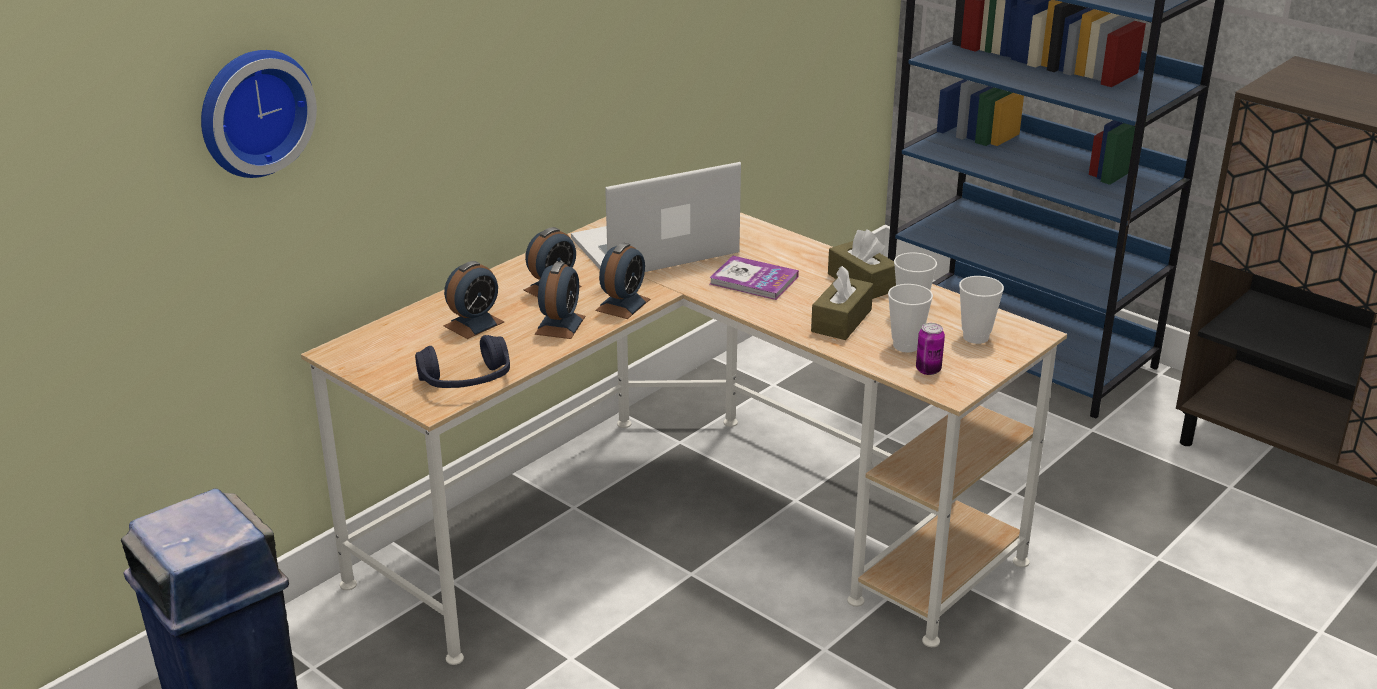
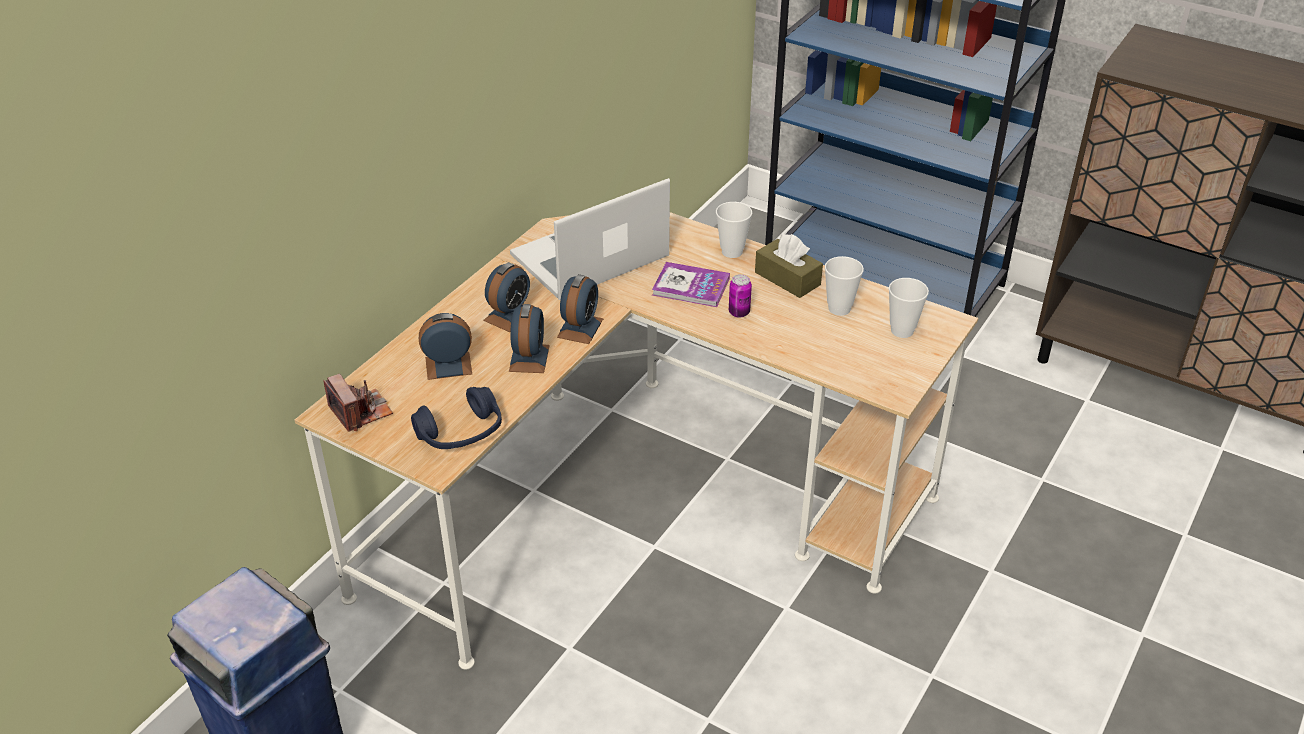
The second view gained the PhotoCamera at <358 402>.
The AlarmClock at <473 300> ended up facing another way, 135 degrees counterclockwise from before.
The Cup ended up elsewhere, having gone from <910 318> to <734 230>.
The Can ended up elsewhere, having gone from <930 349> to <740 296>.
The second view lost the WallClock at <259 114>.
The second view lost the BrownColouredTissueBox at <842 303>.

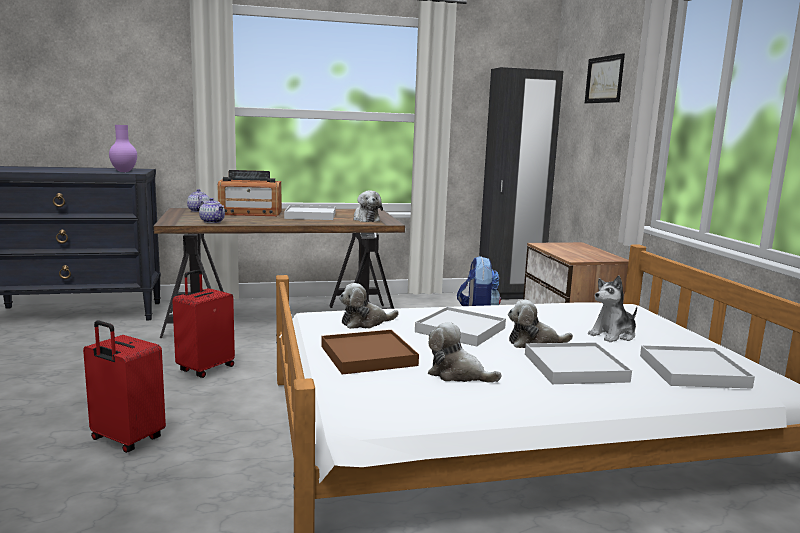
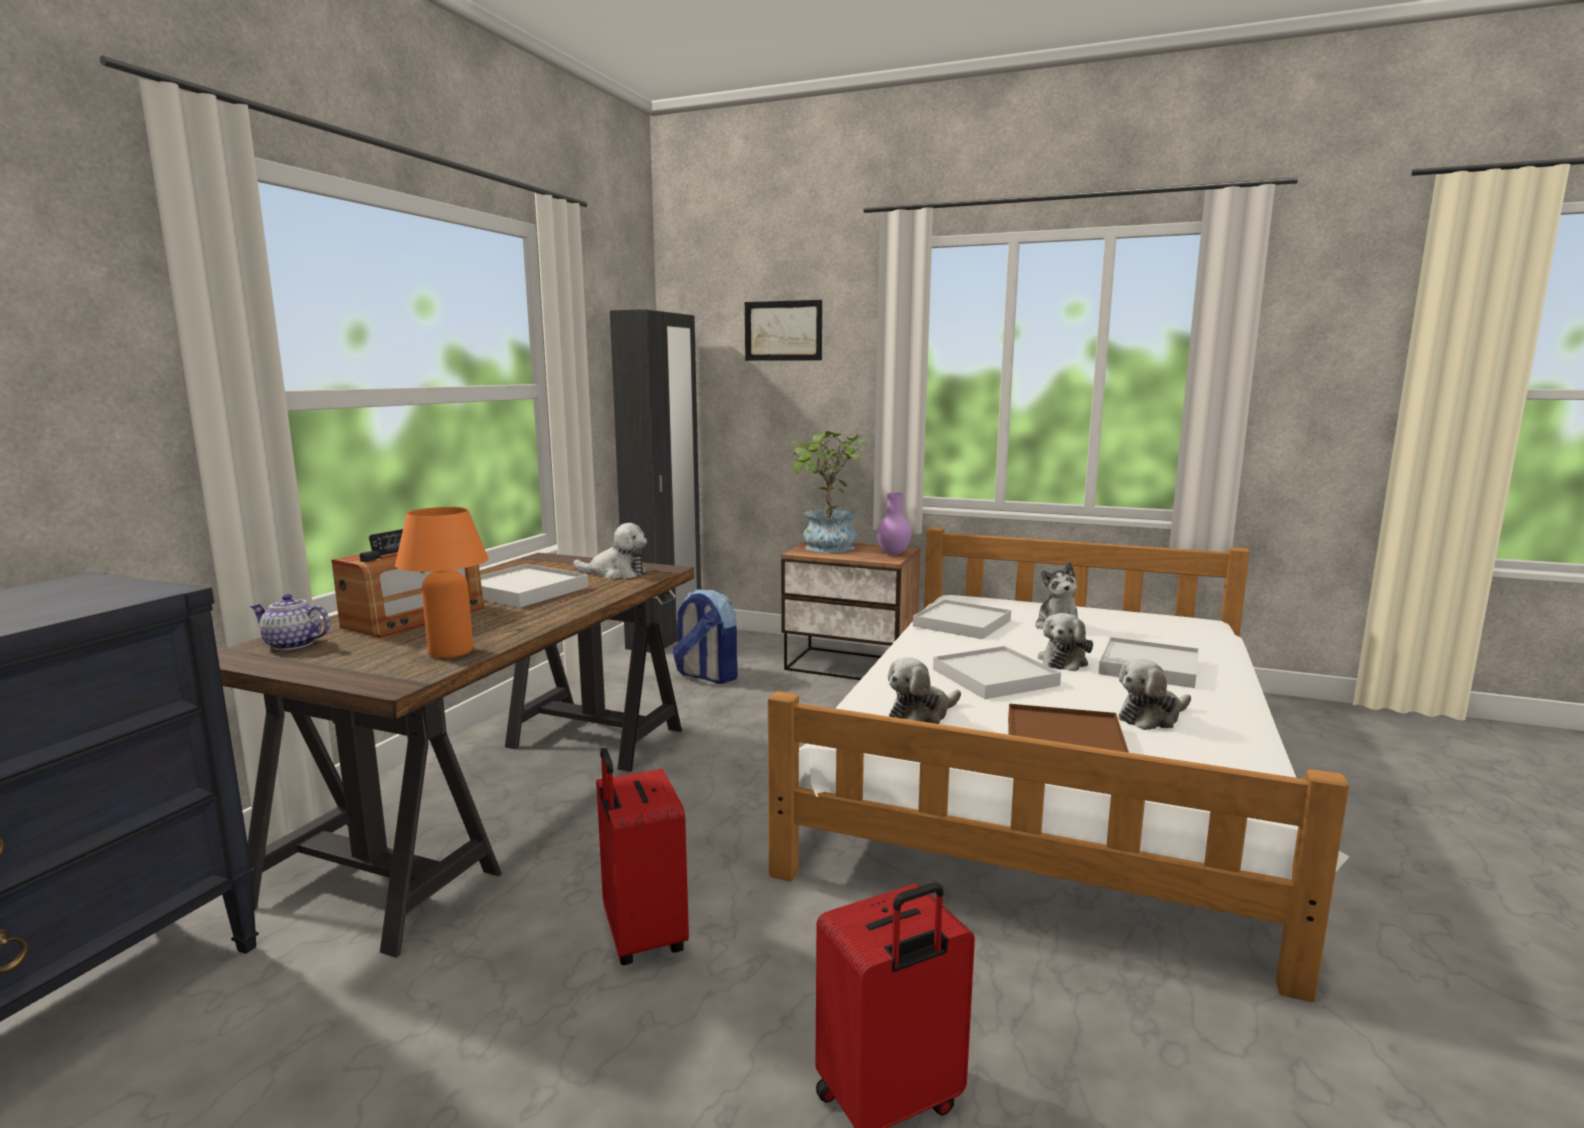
Where the TeaPot stood at <212 210>, the OrangeColouredTabletopLamp came to stand at <441 582>.
The second view gained the Houseplant at <830 491>.
The PurplishDecorativeVase ended up elsewhere, having gone from <123 148> to <894 524>.
The SoftToy at <368 306> ended up facing another way, 45 degrees clockwise from before.
The WhiteTray ended up elsewhere, having gone from <697 367> to <962 619>.

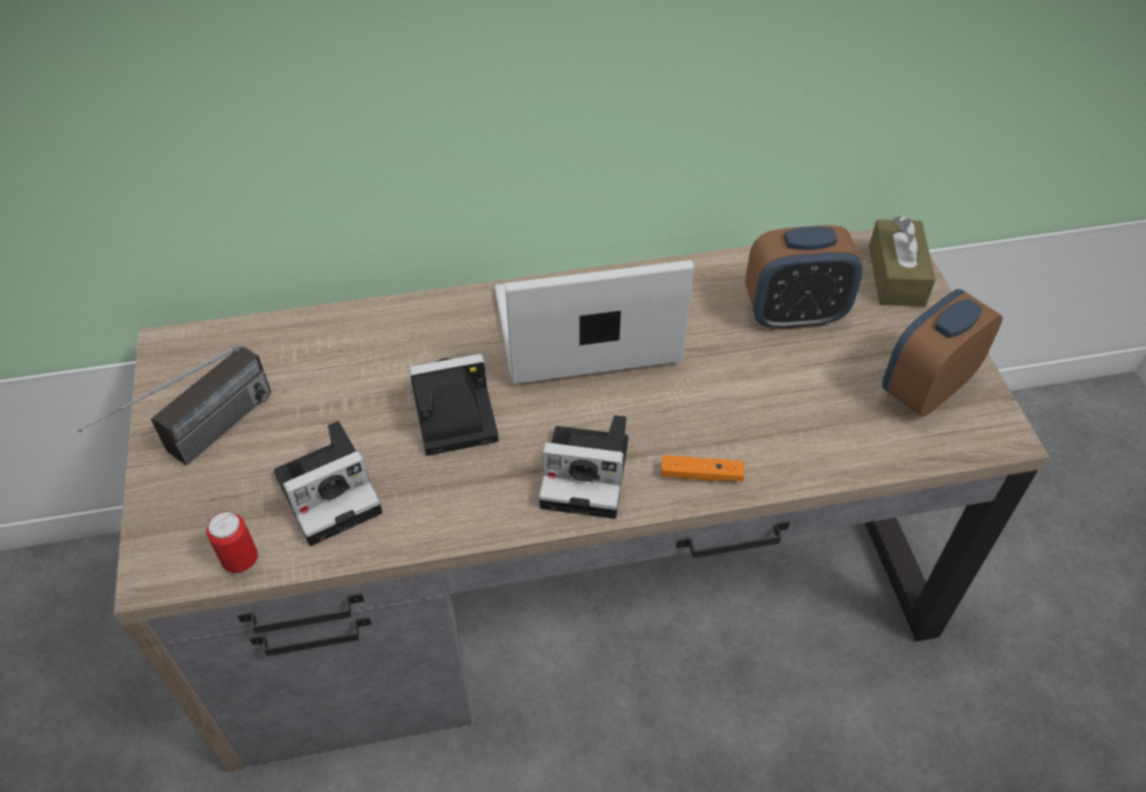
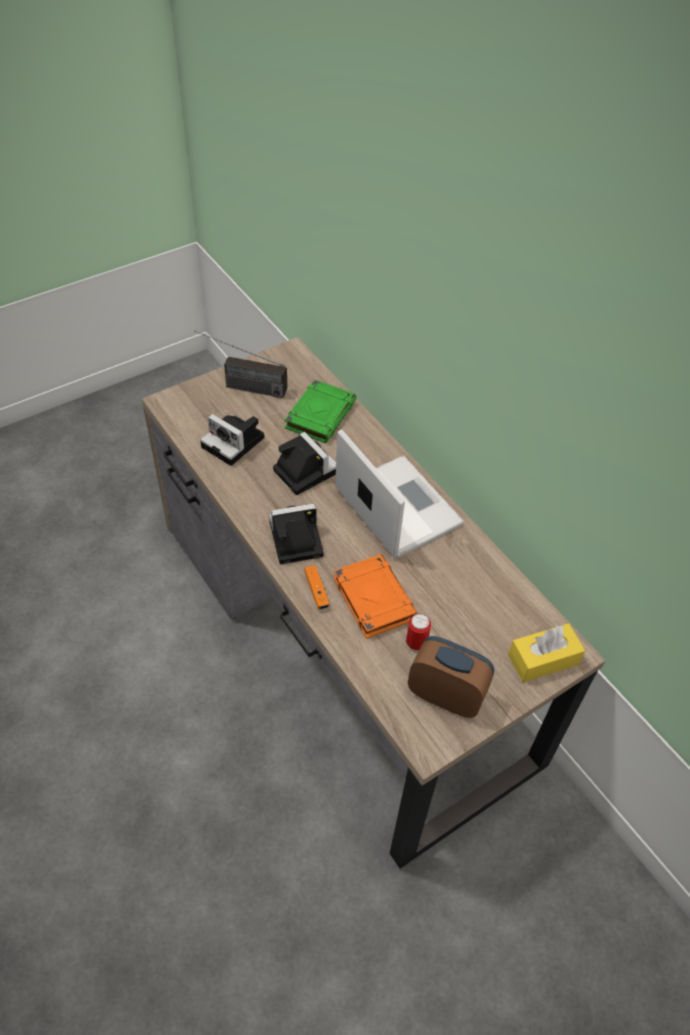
The PhotoCamera at <583 467> ended up facing another way, 90 degrees clockwise from before.
The second view gained the GreenishVolume at <320 411>.
The second view gained the OrangeColouredVolume at <375 596>.
The Can ended up elsewhere, having gone from <232 542> to <418 632>.
What was the BrownColouredTissueBox at <902 261> turned into the YellowColouredTissueBox at <546 652>.
The second view lost the AlarmClock at <804 277>.

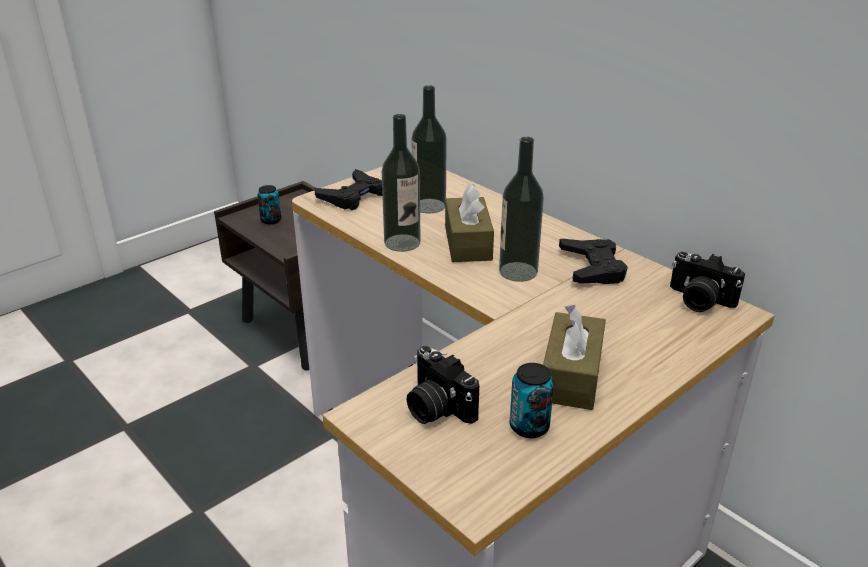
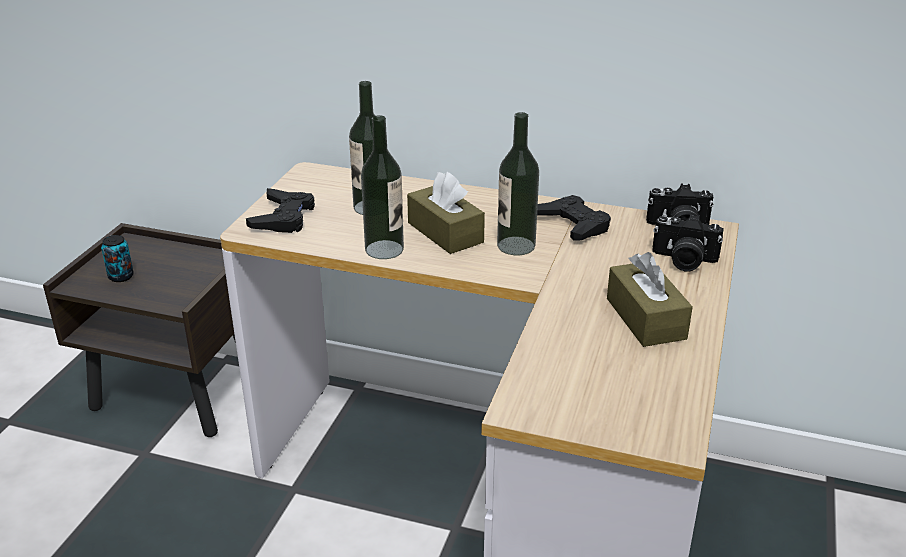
The PhotoCamera ended up elsewhere, having gone from <443 385> to <688 243>.
The second view lost the Can at <532 400>.

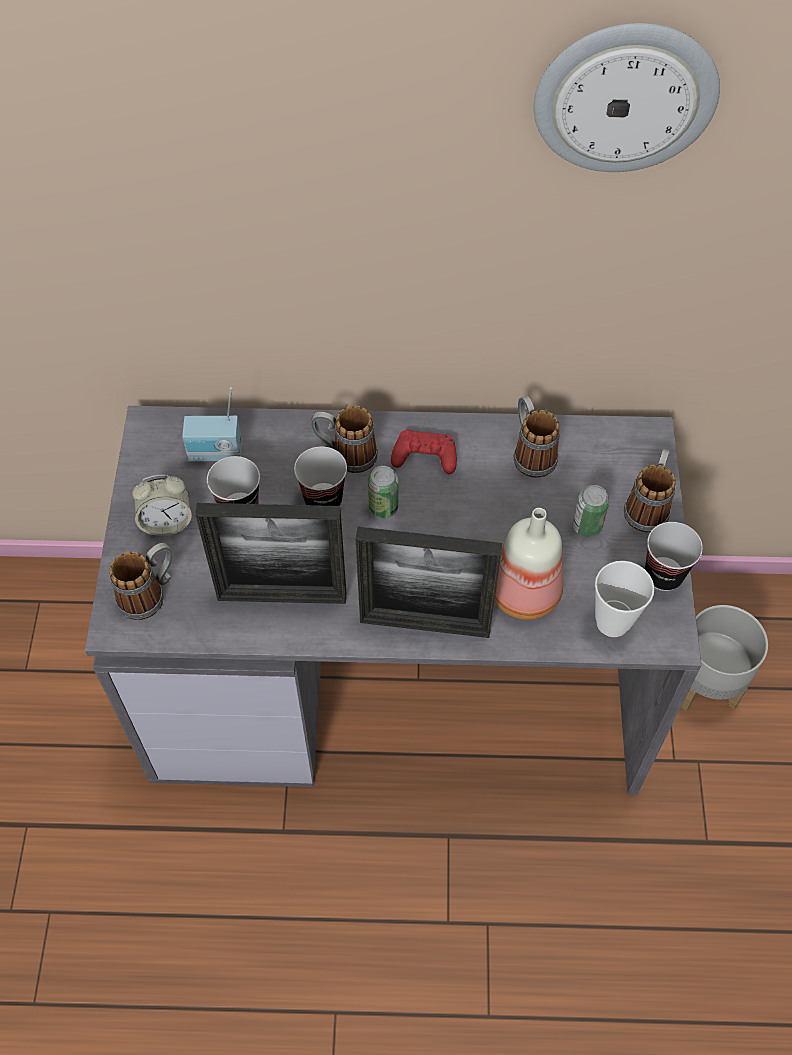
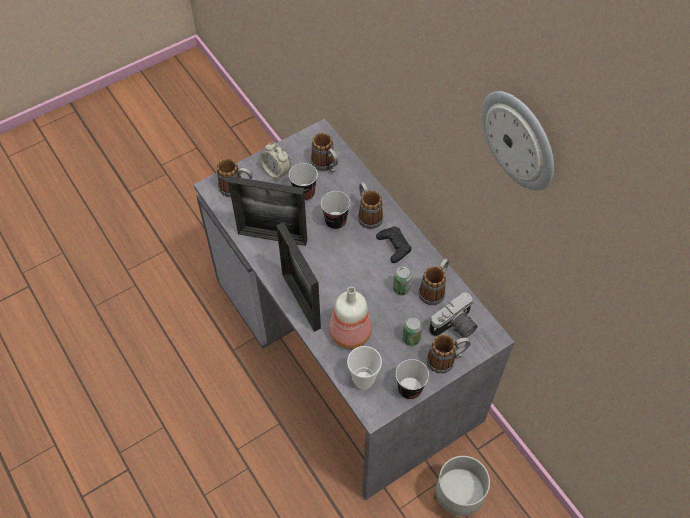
The PhotoFrame at <270 553> ended up facing another way, 45 degrees counterclockwise from before.
Where the Radio stood at <212 424>, the CoffeeMug came to stand at <324 153>.
What was the ReddishJoypad at <424 452> turned into the BlackColouredJoypad at <394 244>.
The Can ended up elsewhere, having gone from <383 492> to <402 281>.
The second view gained the PhotoCamera at <453 315>.

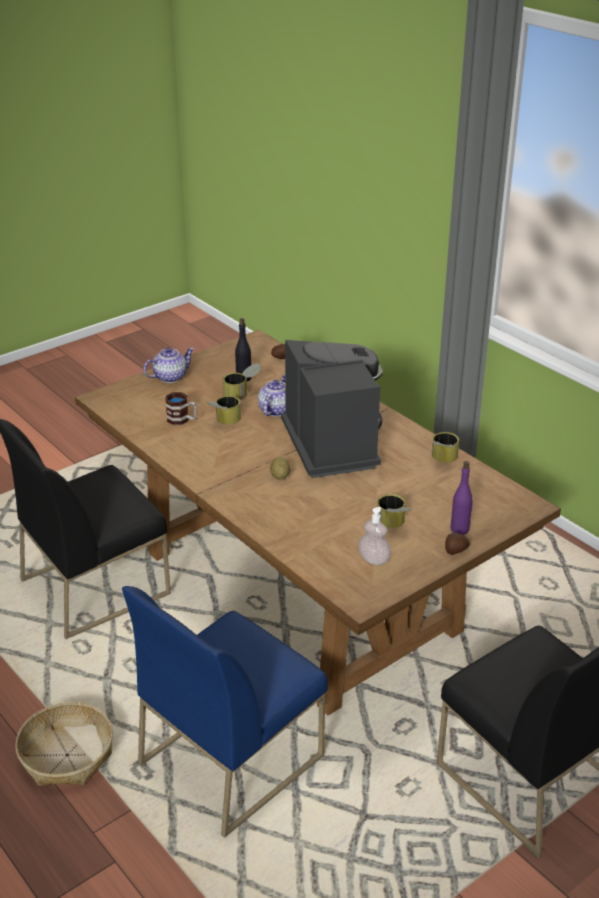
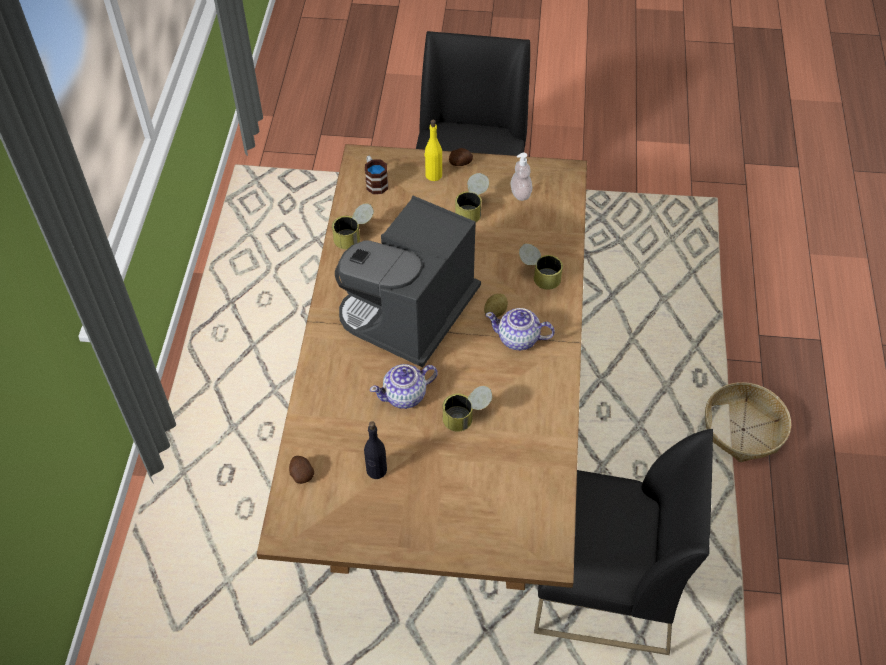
The CoffeeMug ended up elsewhere, having gone from <181 408> to <376 175>.
What was the PurplishDrinkBottle at <461 498> turned into the YellowColouredDrinkBottle at <433 150>.
The TeaPot ended up elsewhere, having gone from <169 365> to <520 329>.
The Can ended up elsewhere, having gone from <242 382> to <541 267>.
The second view lost the BluishUprightChair at <225 712>.

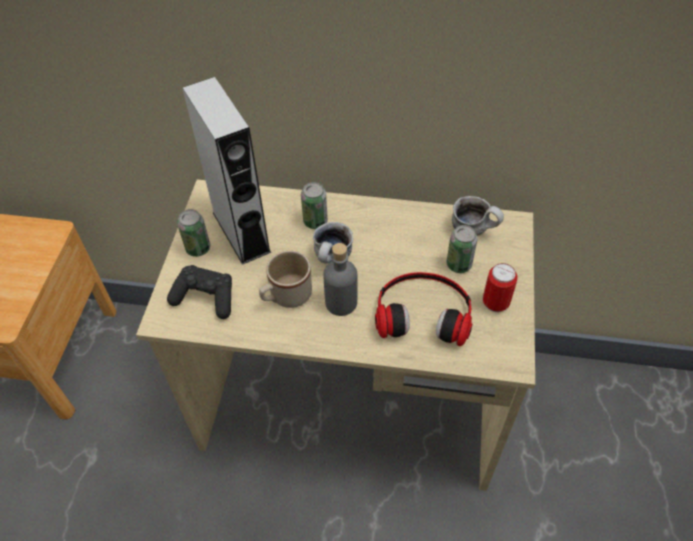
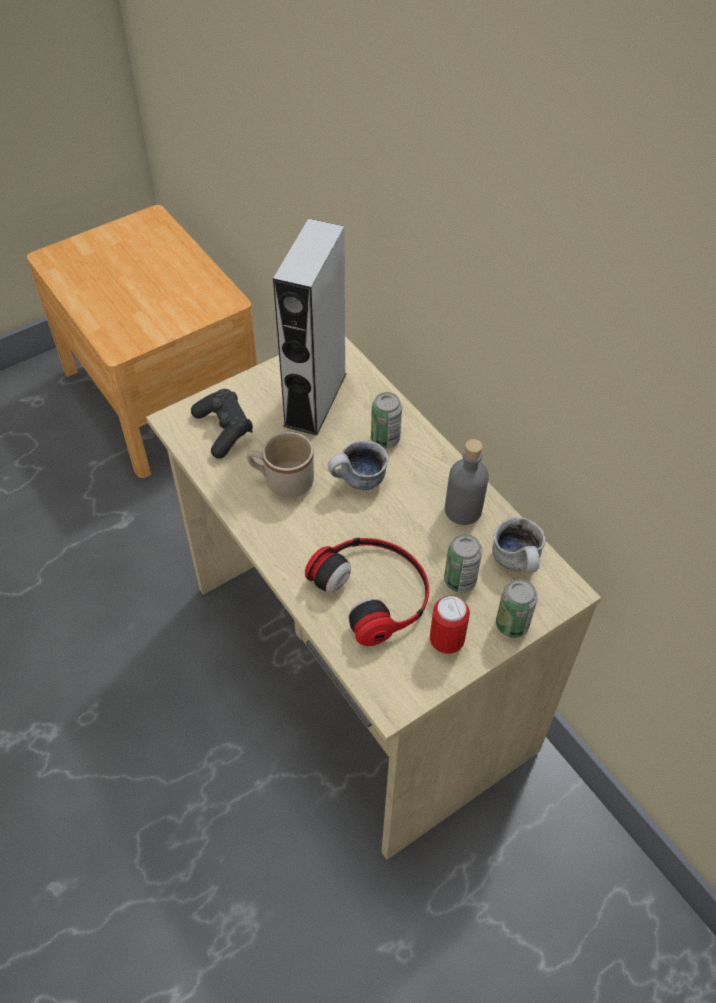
The GreyishDrinkBottle ended up elsewhere, having gone from <340 279> to <467 482>.
The Can ended up elsewhere, having gone from <193 233> to <517 608>.

